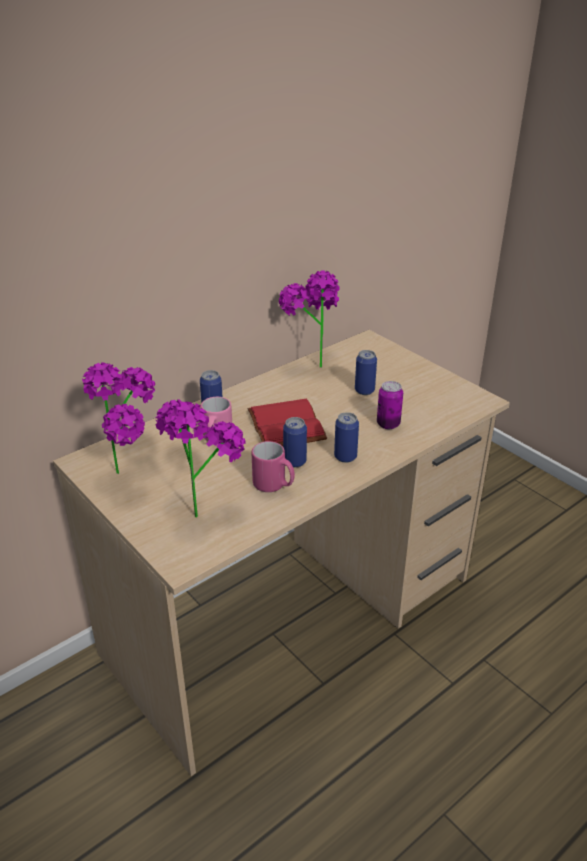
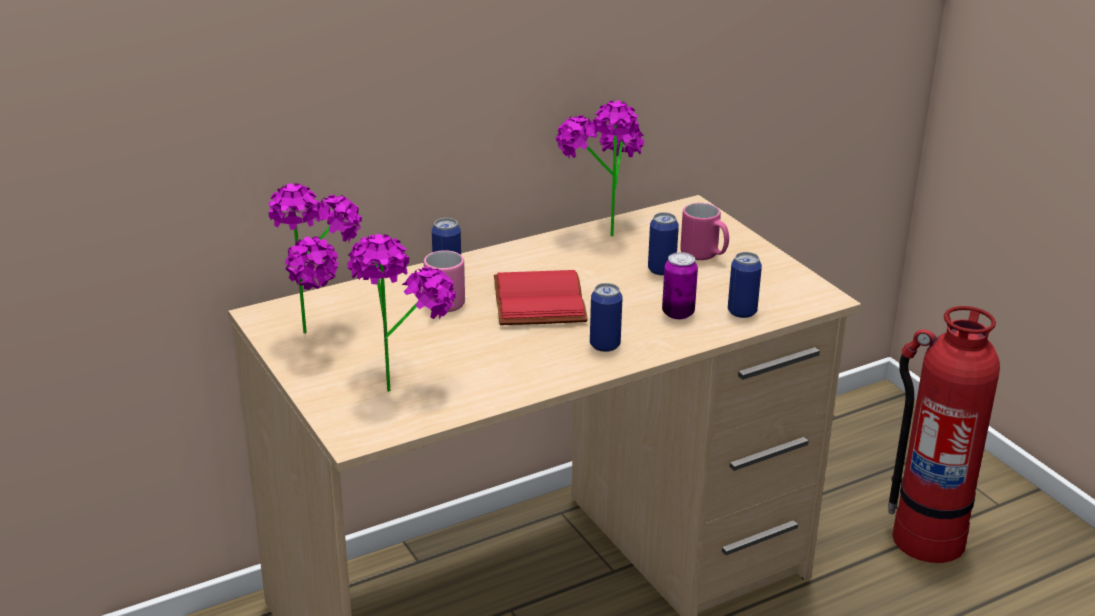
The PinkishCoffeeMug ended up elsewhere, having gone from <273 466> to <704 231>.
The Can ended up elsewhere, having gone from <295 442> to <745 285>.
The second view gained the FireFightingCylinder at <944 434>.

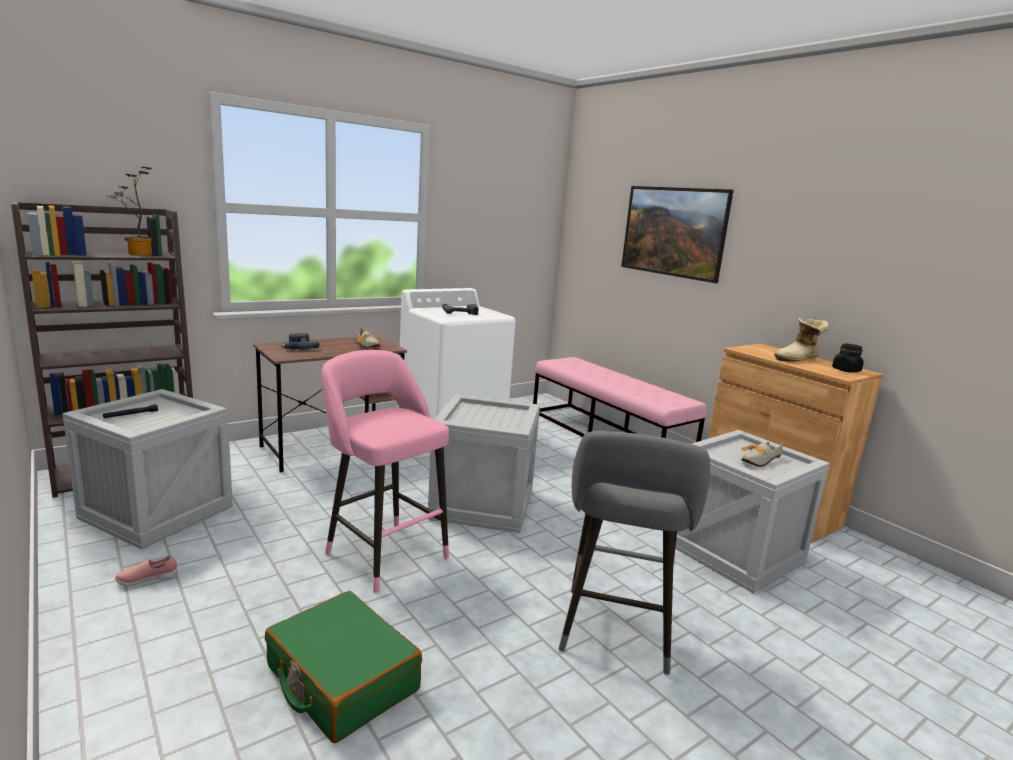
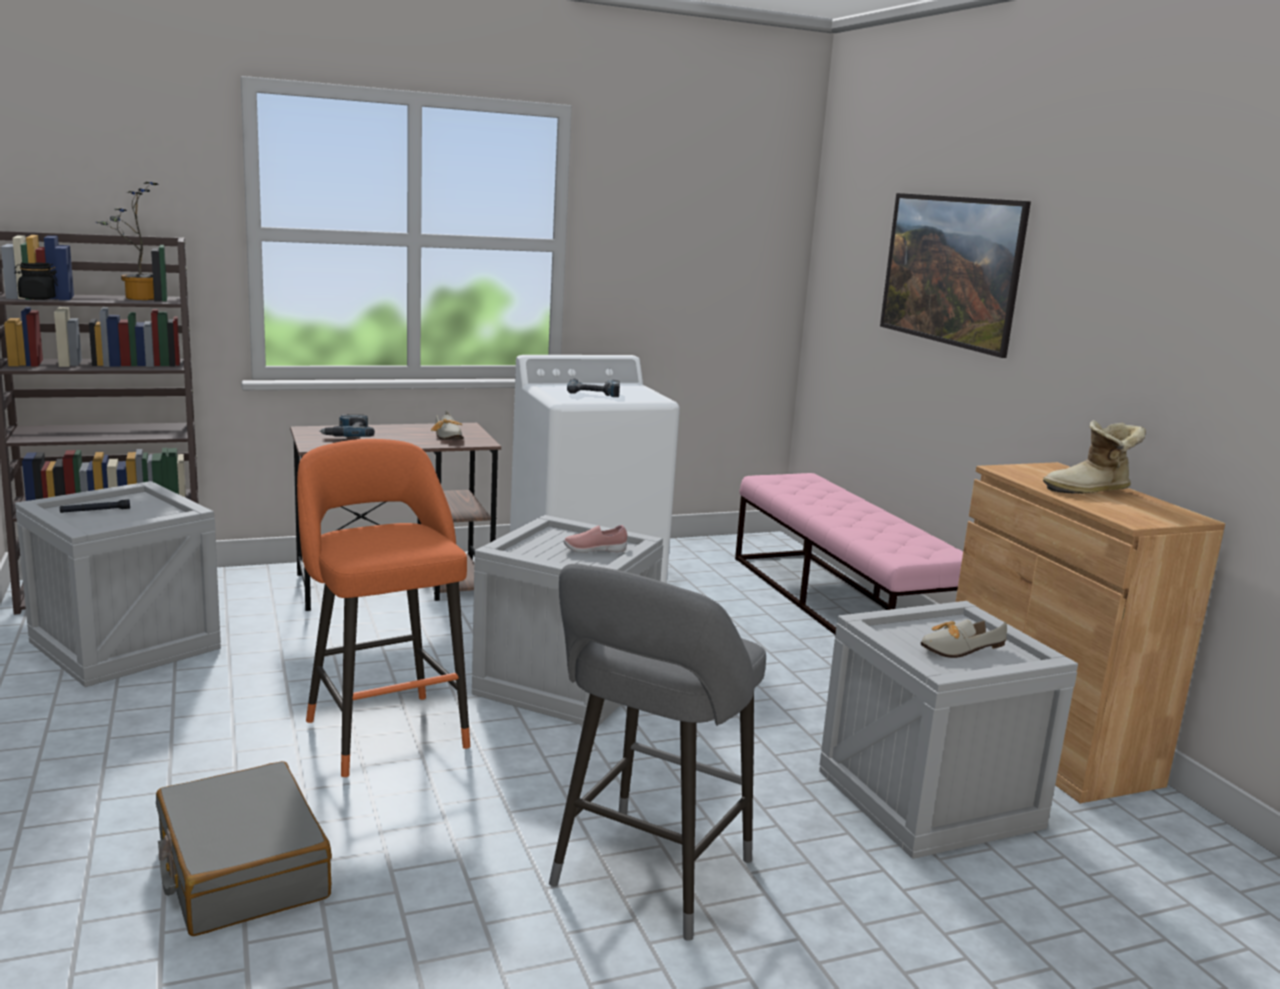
The BlackColouredPreserveJar ended up elsewhere, having gone from <848 358> to <36 281>.
What was the GreenishSuitcase at <343 667> turned into the GreyishSuitcase at <244 848>.
What was the PinkishSittingStool at <385 471> turned into the OrangeColouredSittingStool at <383 608>.
The PinkishShoe ended up elsewhere, having gone from <146 570> to <595 539>.

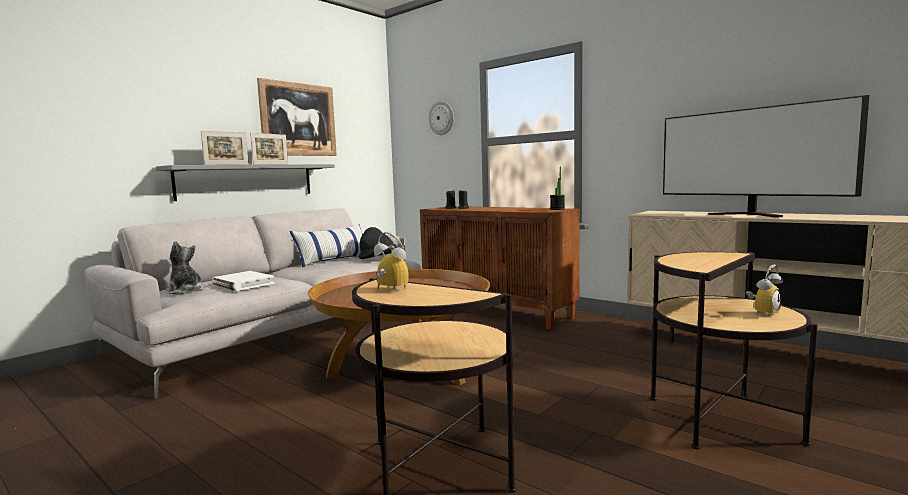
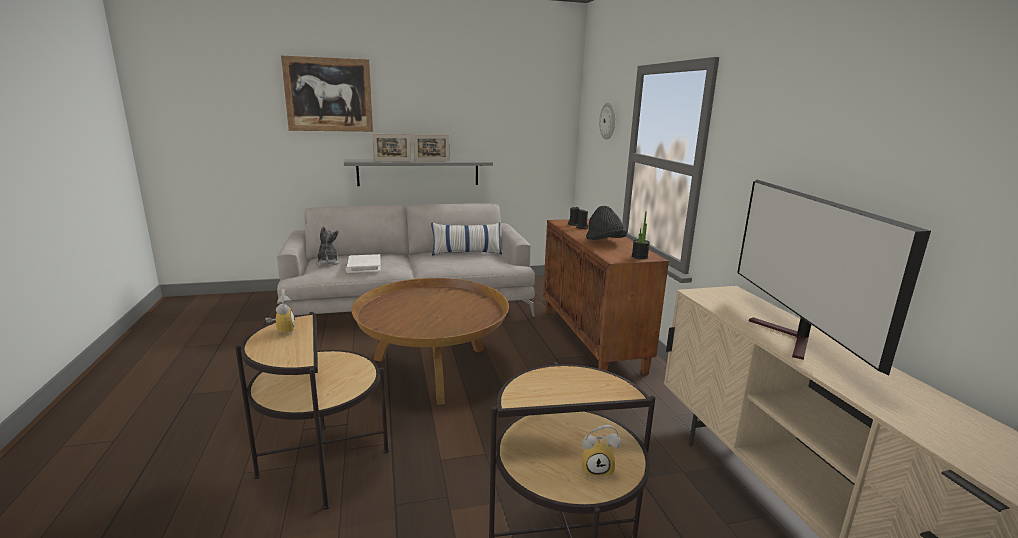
The WallArt ended up elsewhere, having gone from <297 117> to <327 94>.
The BlackColouredHat ended up elsewhere, having gone from <378 243> to <606 223>.

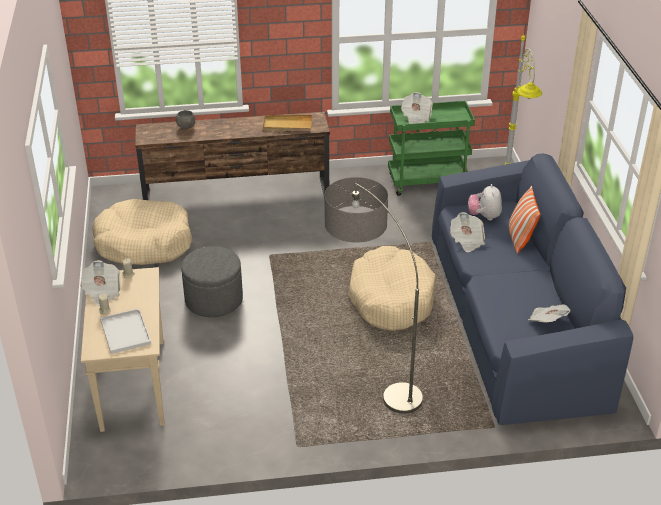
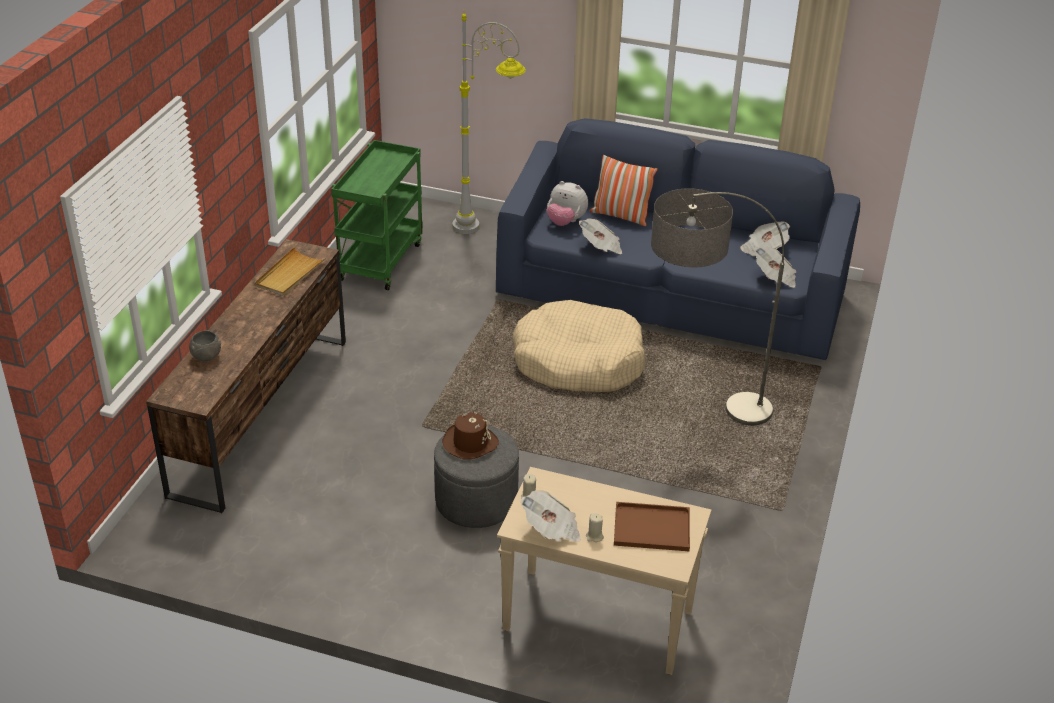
The second view gained the BrownColouredHat at <470 435>.
What was the WhiteTray at <125 331> turned into the BrownColouredTray at <652 526>.
The PrintedPaper ended up elsewhere, having gone from <417 108> to <775 267>.
The second view lost the SandColouredPetBed at <142 232>.

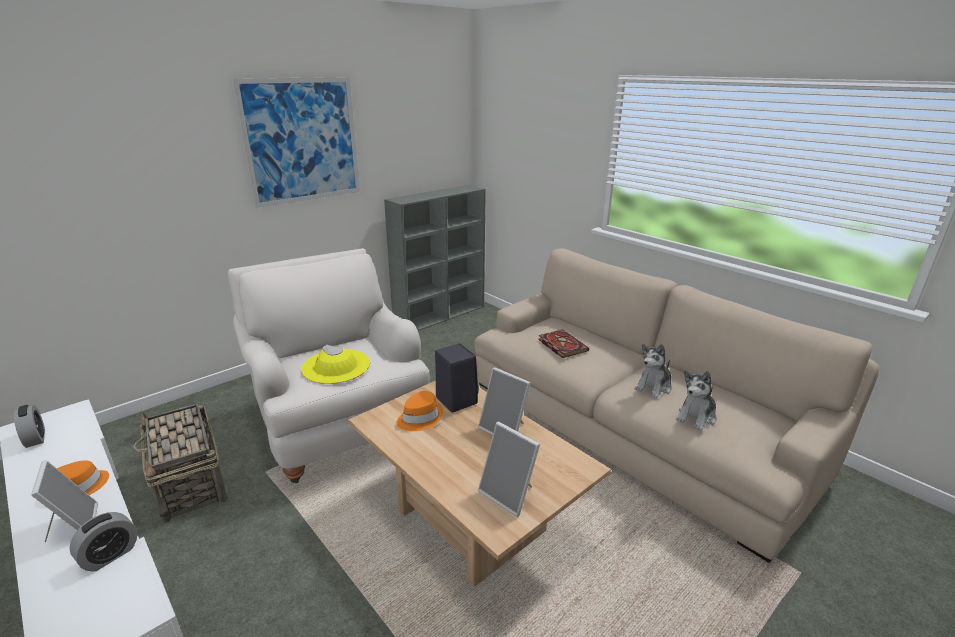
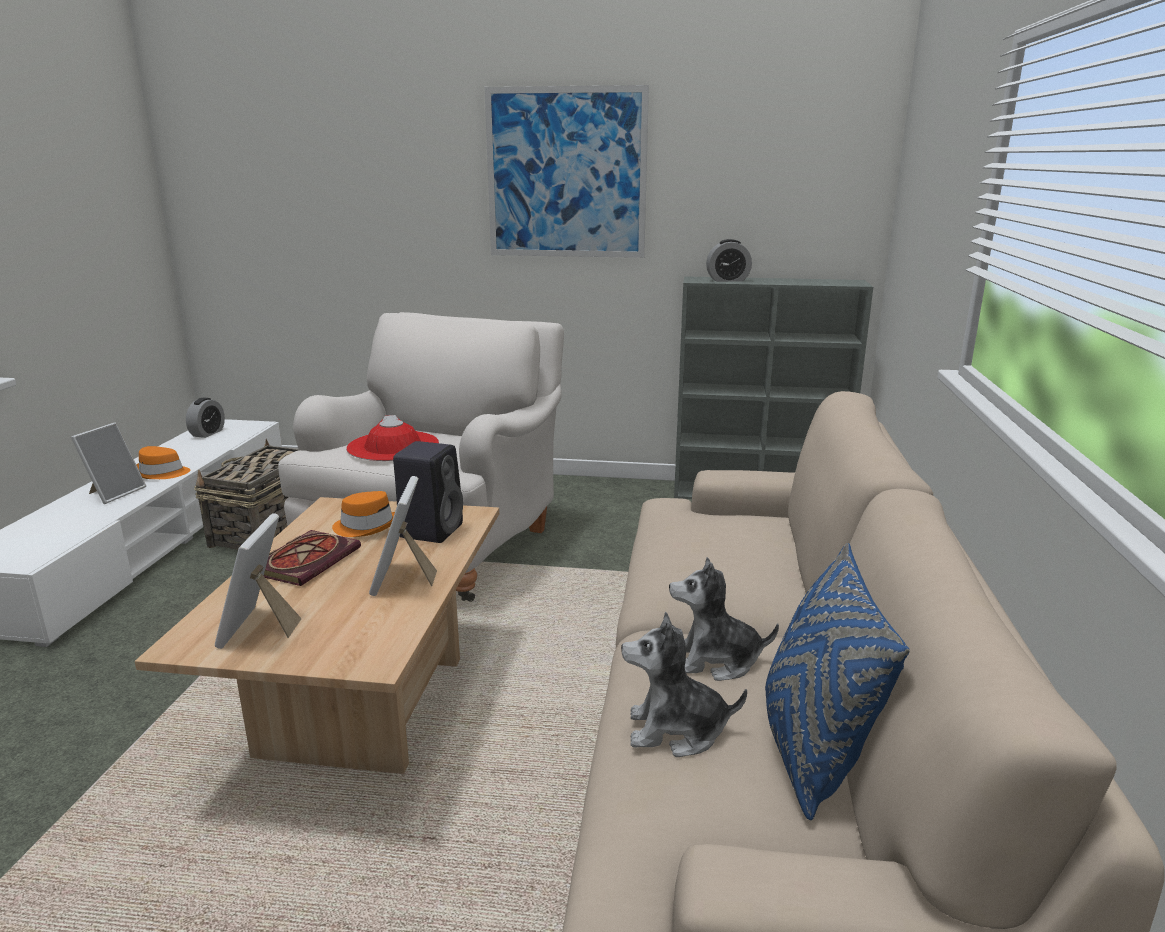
The Volume ended up elsewhere, having gone from <563 343> to <312 558>.
What was the YellowColouredHat at <335 364> turned into the ReddishHat at <392 438>.
The AlarmClock ended up elsewhere, having gone from <103 542> to <729 260>.
The second view gained the BluishPillow at <837 681>.

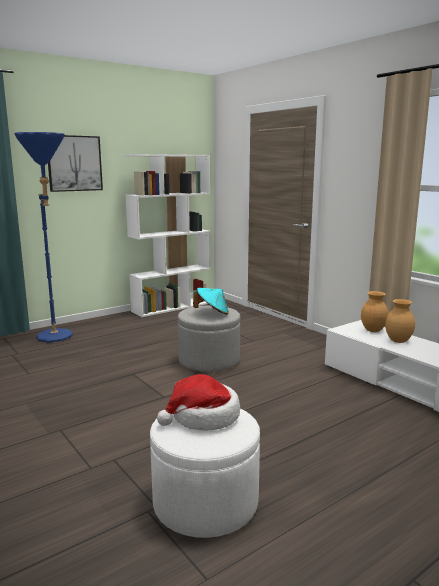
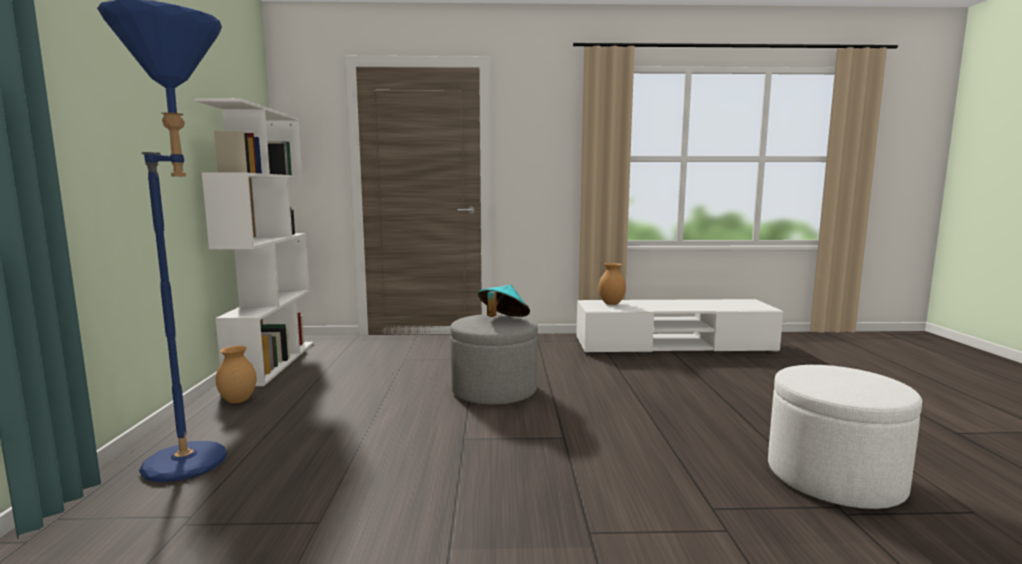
The BrownColouredDecorativeVase ended up elsewhere, having gone from <400 321> to <236 374>.
The second view lost the WallArt at <75 163>.
The second view lost the Hat at <198 402>.

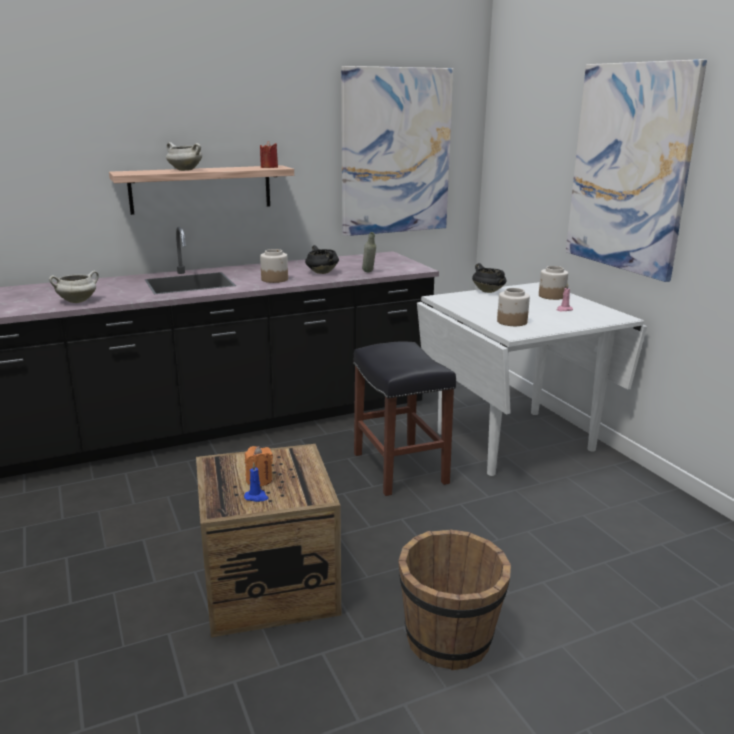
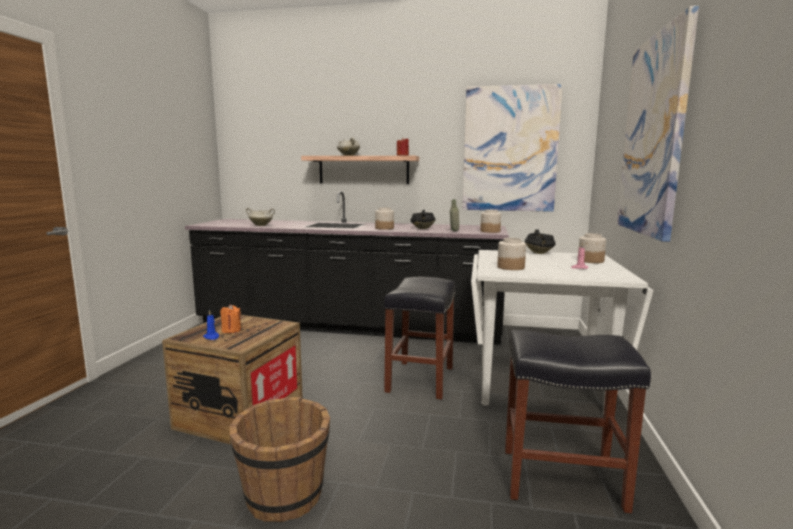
The second view gained the PreserveJar at <490 221>.
The second view gained the BlackColouredSittingStool at <578 421>.

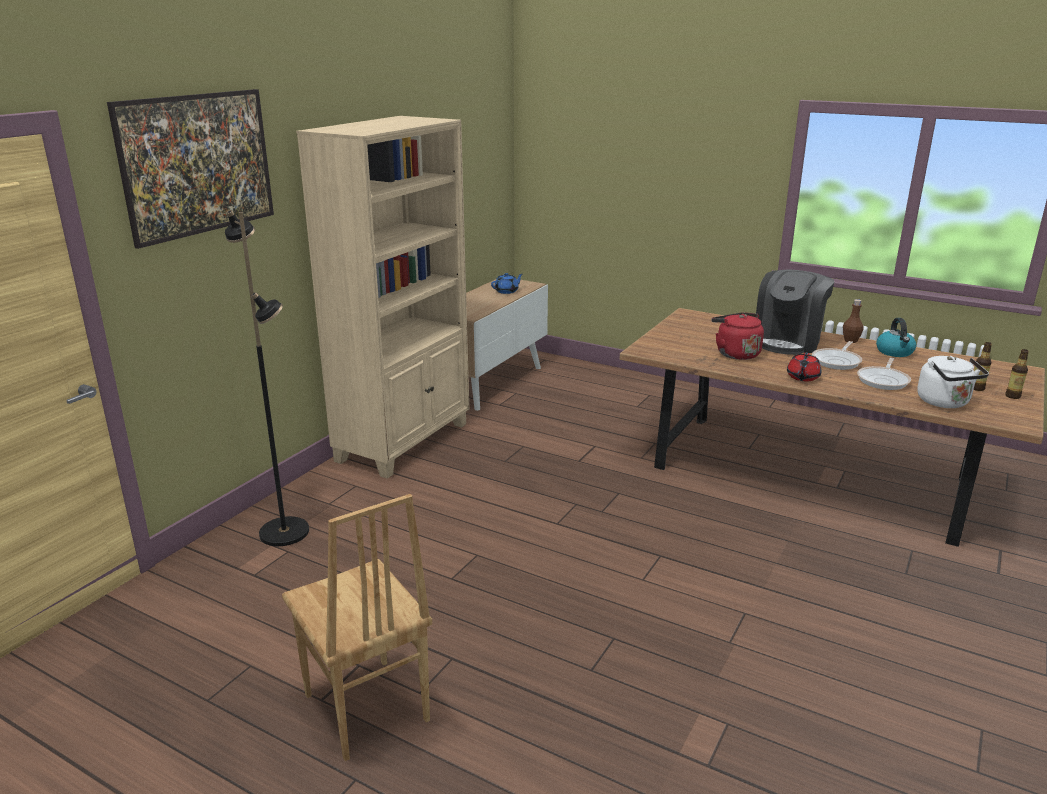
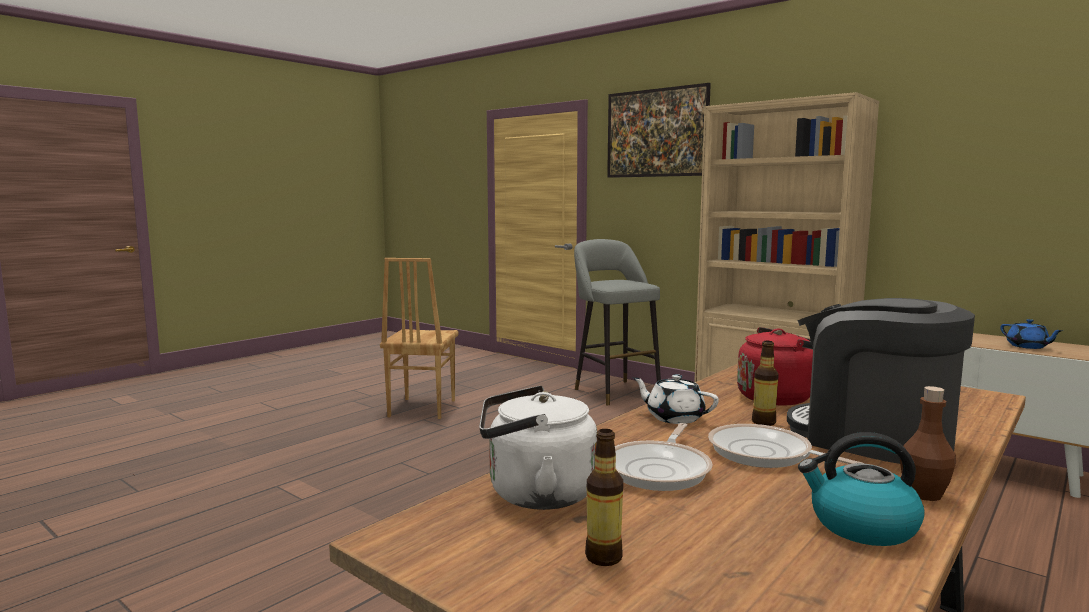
The BrownColouredUprightChair at <357 627> ended up facing another way, 60 degrees counterclockwise from before.
Where the BlackColouredStandardLamp stood at <267 378>, the GreyishSittingStool came to stand at <617 322>.
The Skillet at <884 374> ended up facing another way, 105 degrees counterclockwise from before.
What was the ReddishTeaPot at <804 367> turned into the WhiteTeaPot at <675 399>.
The DrinkBottle ended up elsewhere, having gone from <1017 374> to <765 383>.

